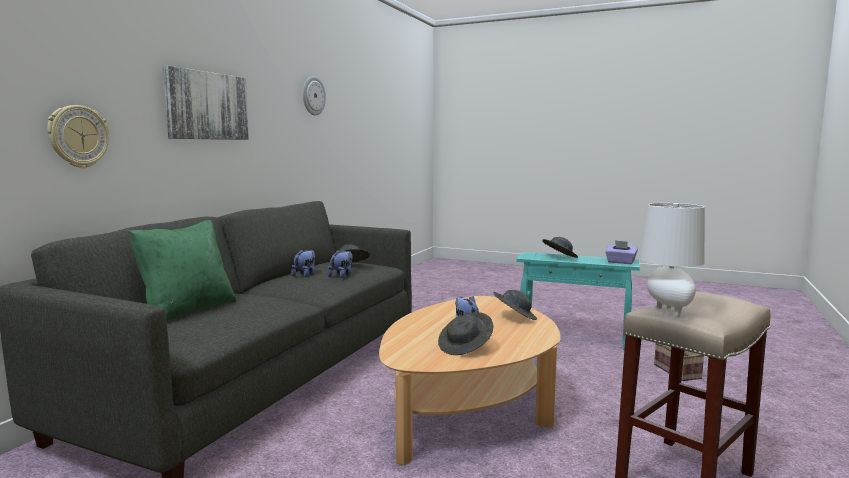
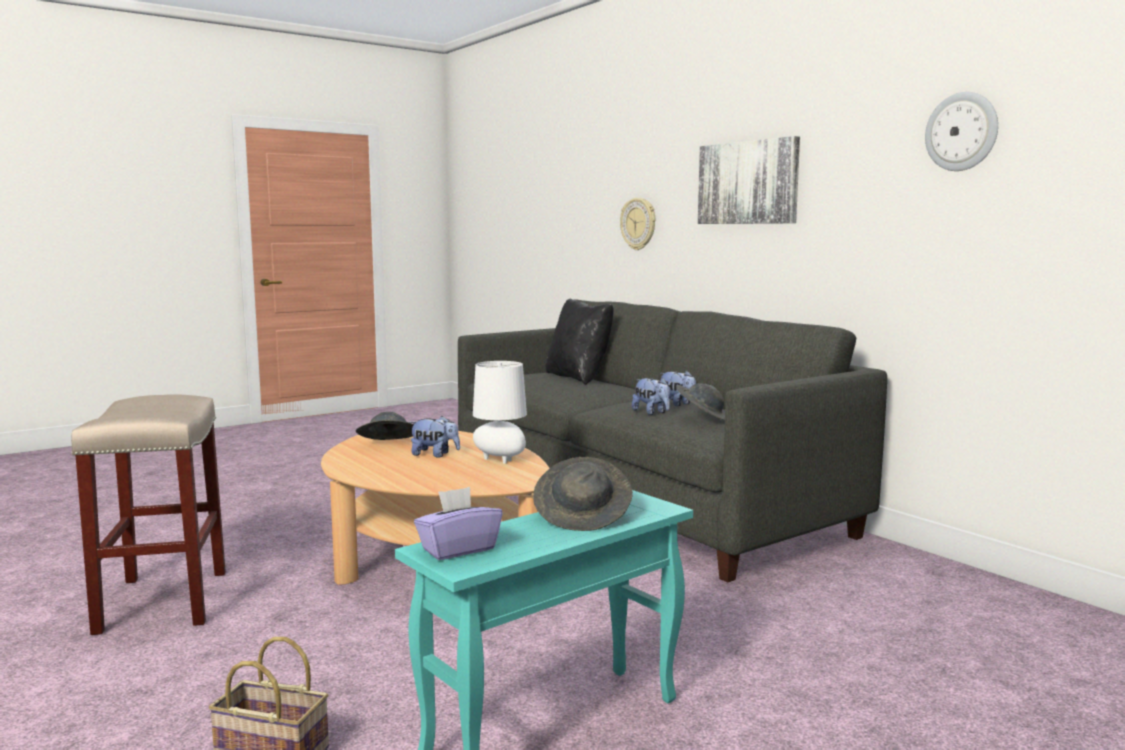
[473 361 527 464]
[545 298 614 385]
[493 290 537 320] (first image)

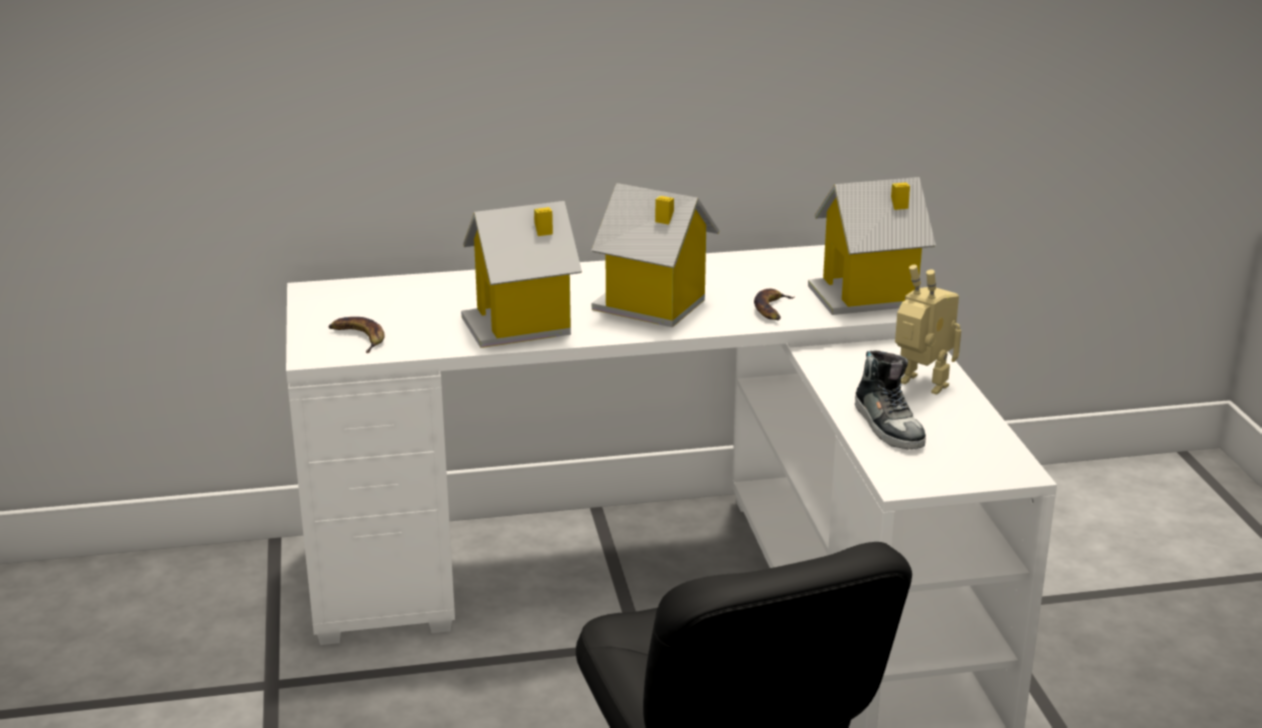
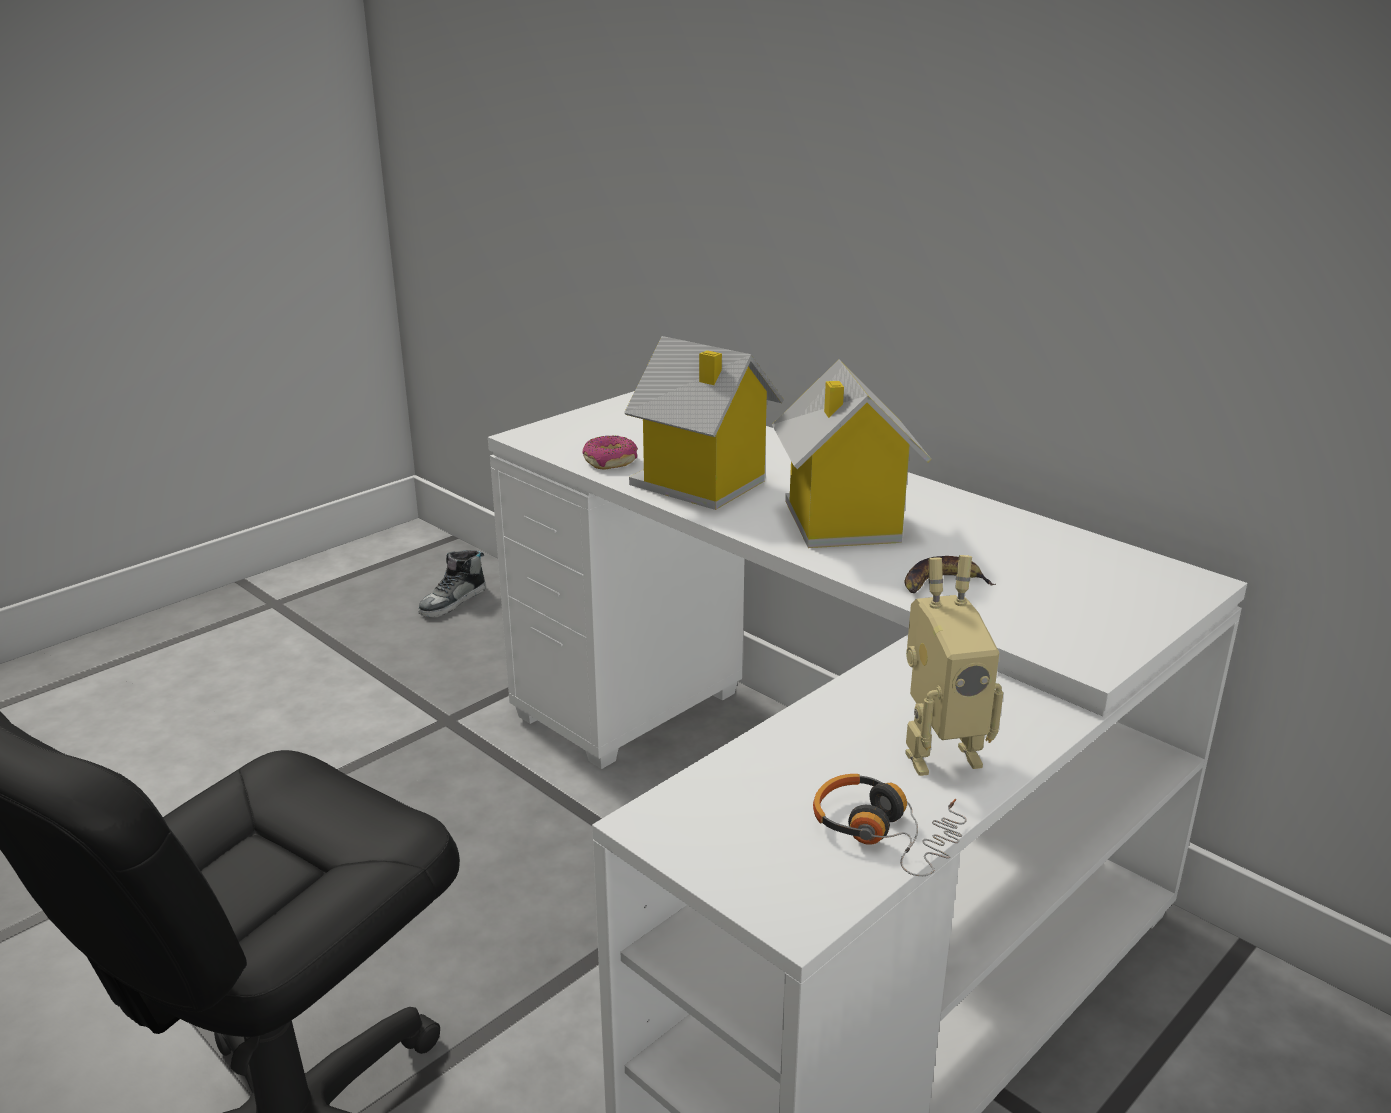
[808 177 936 315] (first image)
[905 555 1003 776]
[329 317 385 353] (first image)
[419 550 486 617]
[582 435 638 470]
[813 774 967 876]

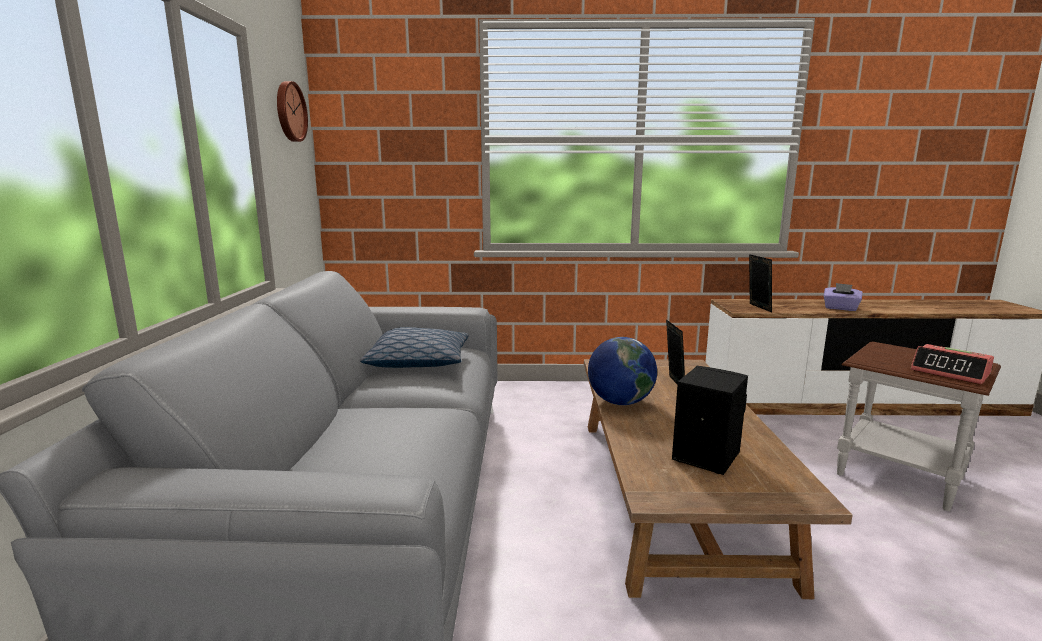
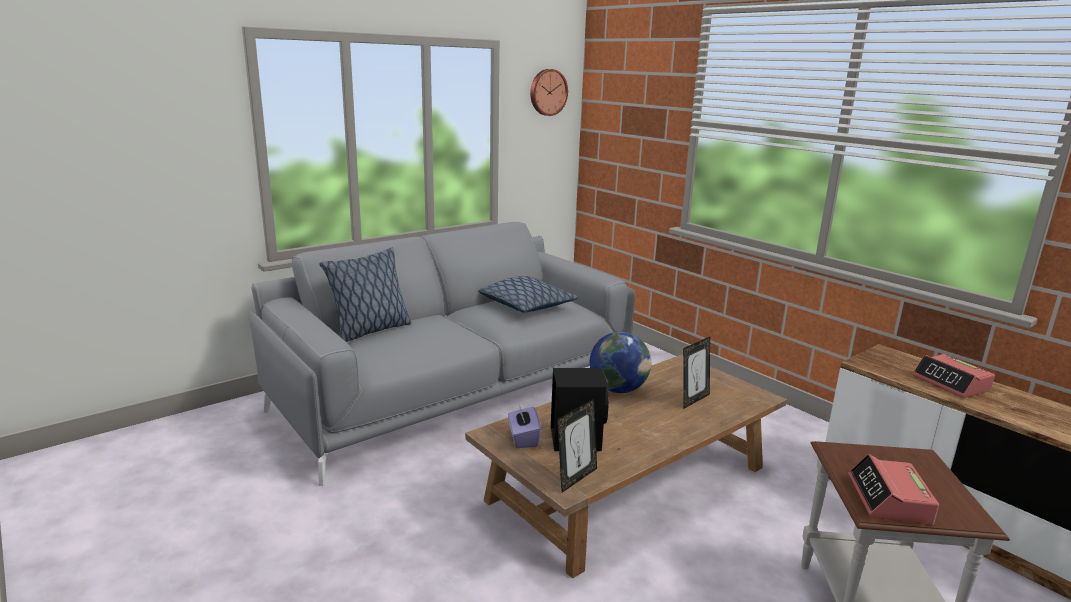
[557 399 597 493]
[508 404 541 448]
[319 248 412 342]
[913 354 995 398]

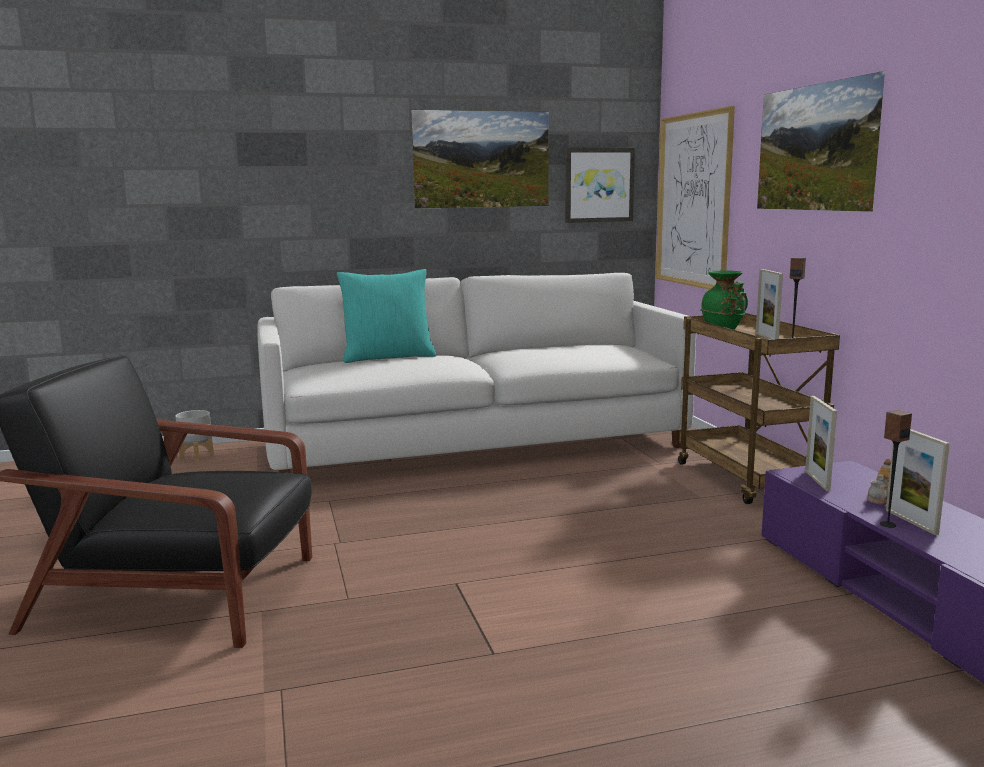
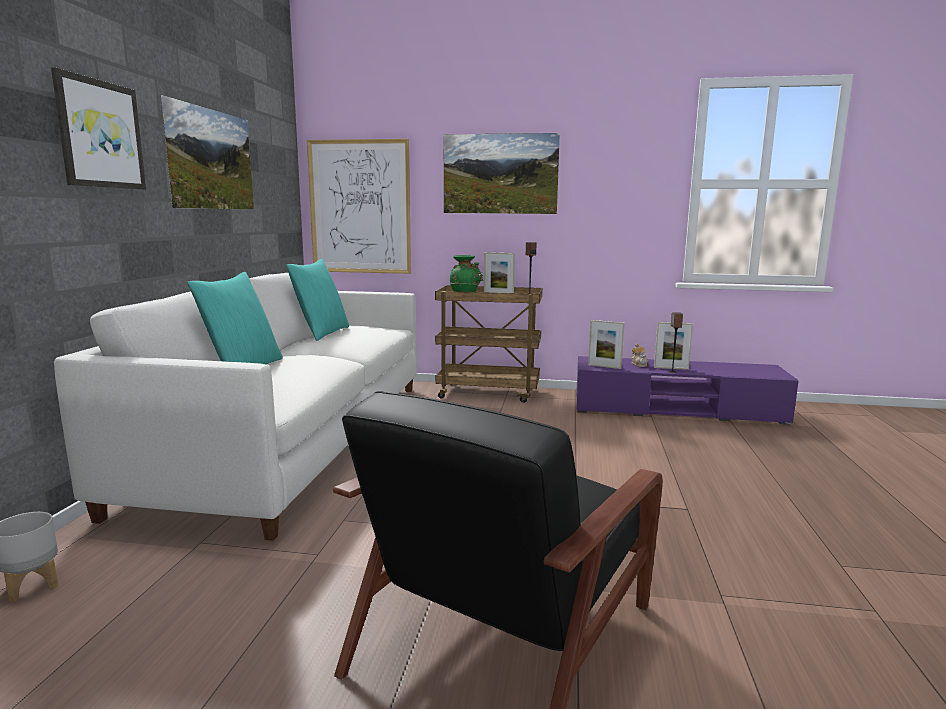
[51 67 146 190]
[286 259 349 341]

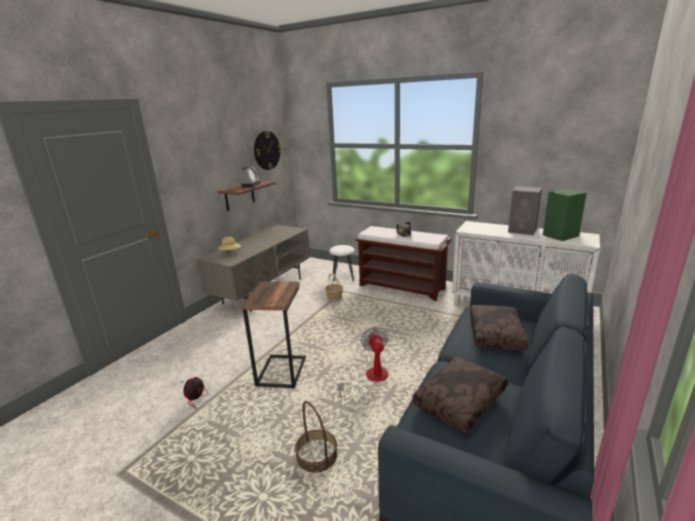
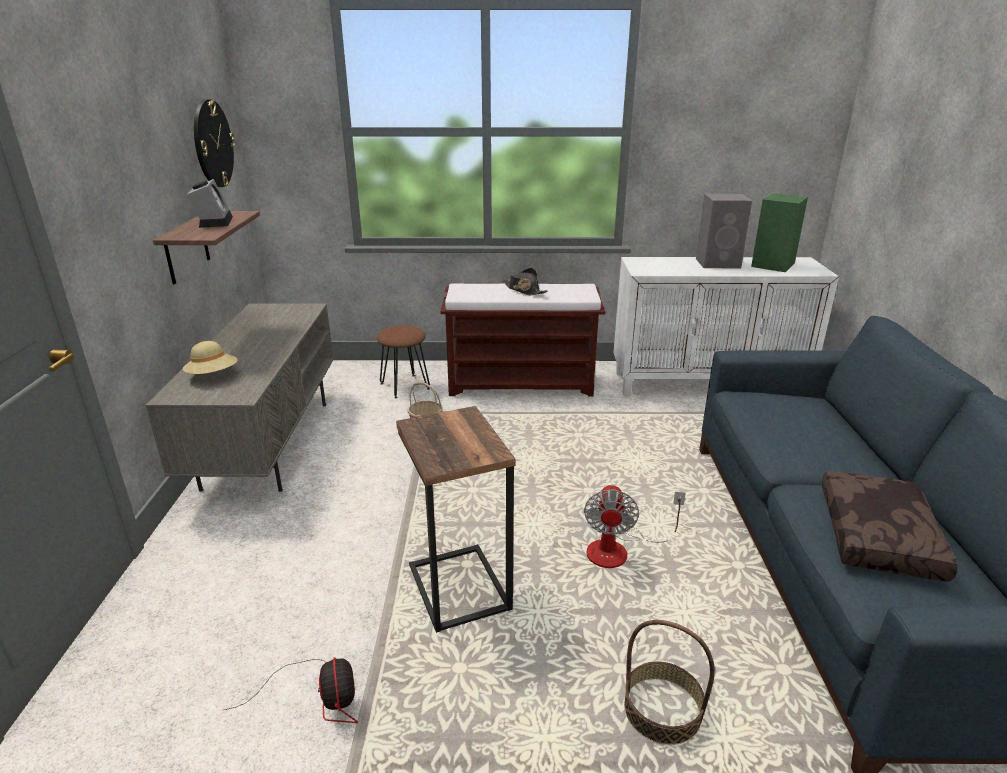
[377 325 430 398]
[470 305 528 350] (first image)
[584 484 685 568]

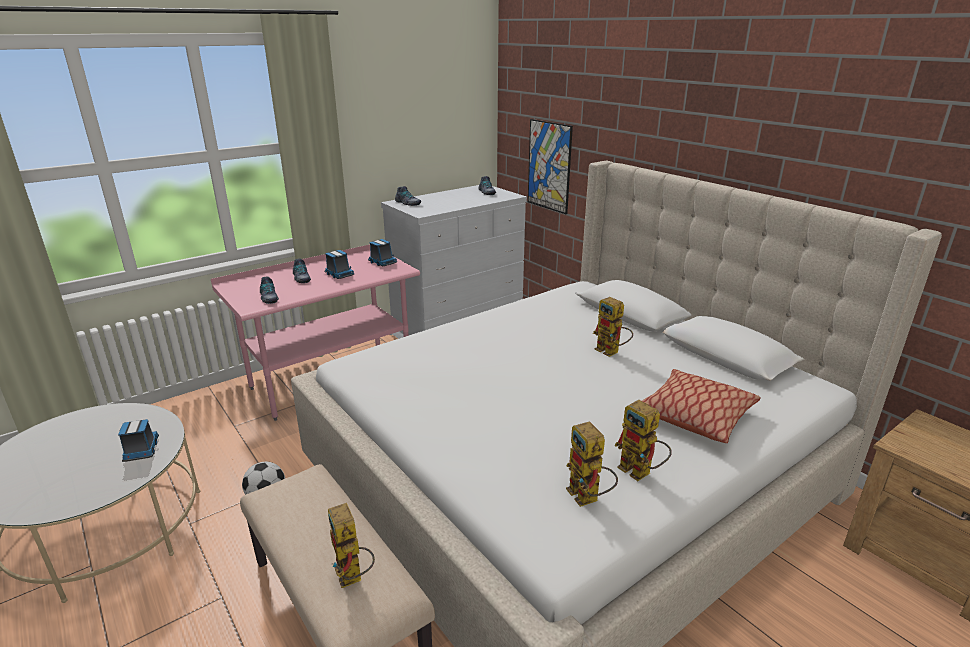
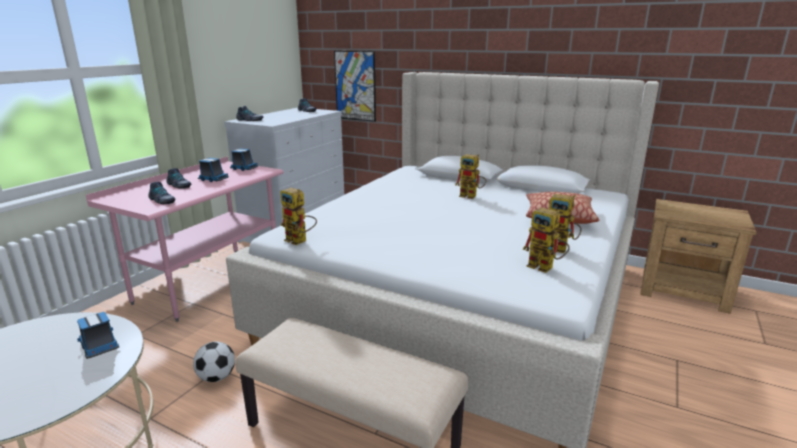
[280 188 317 245]

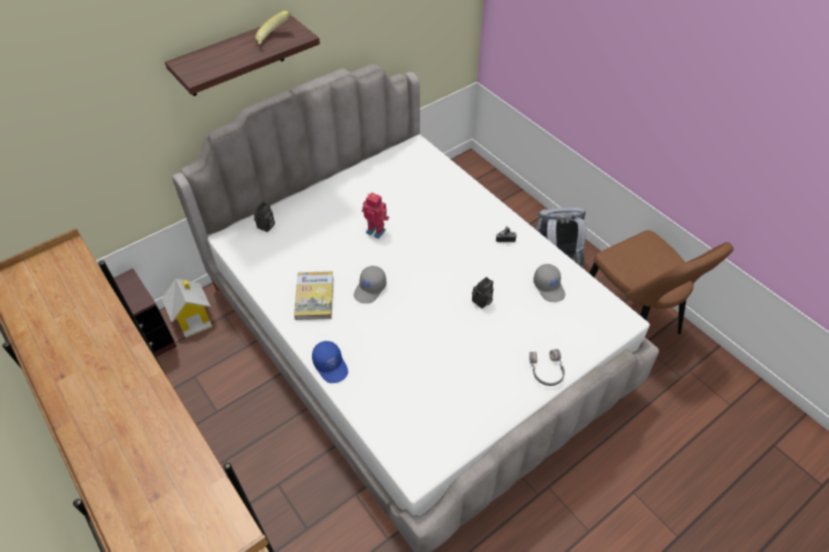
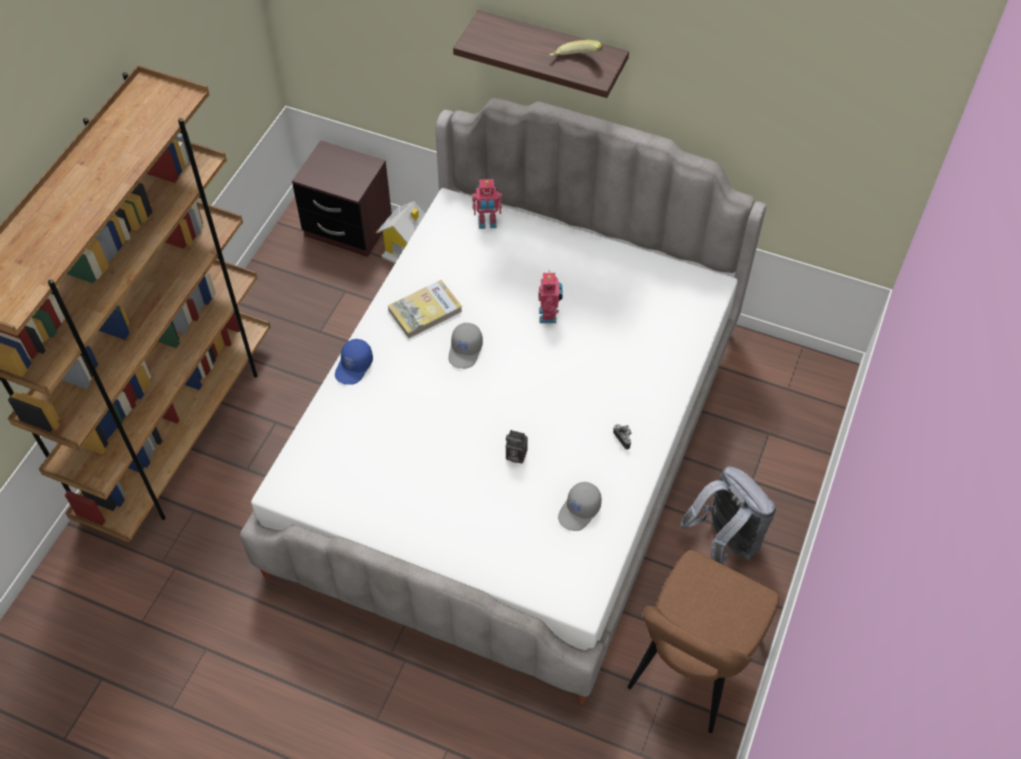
[472 179 502 229]
[449 323 483 369]
[529 349 565 386] (first image)

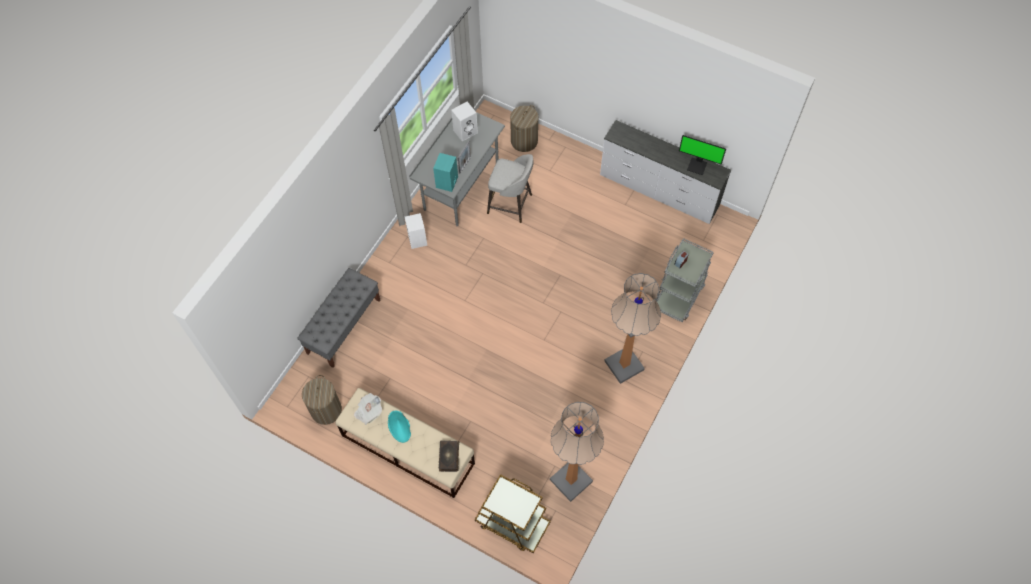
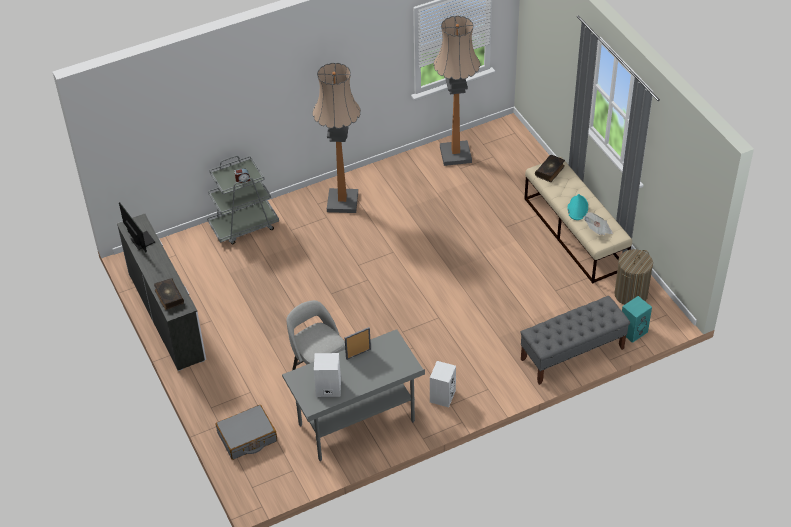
[215 405 277 460]
[622 296 652 343]
[475 474 551 553] (first image)
[154 278 184 310]

